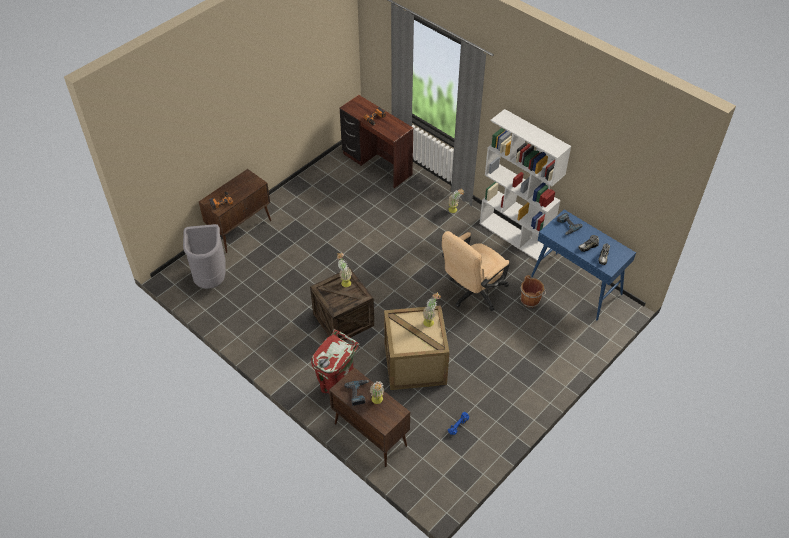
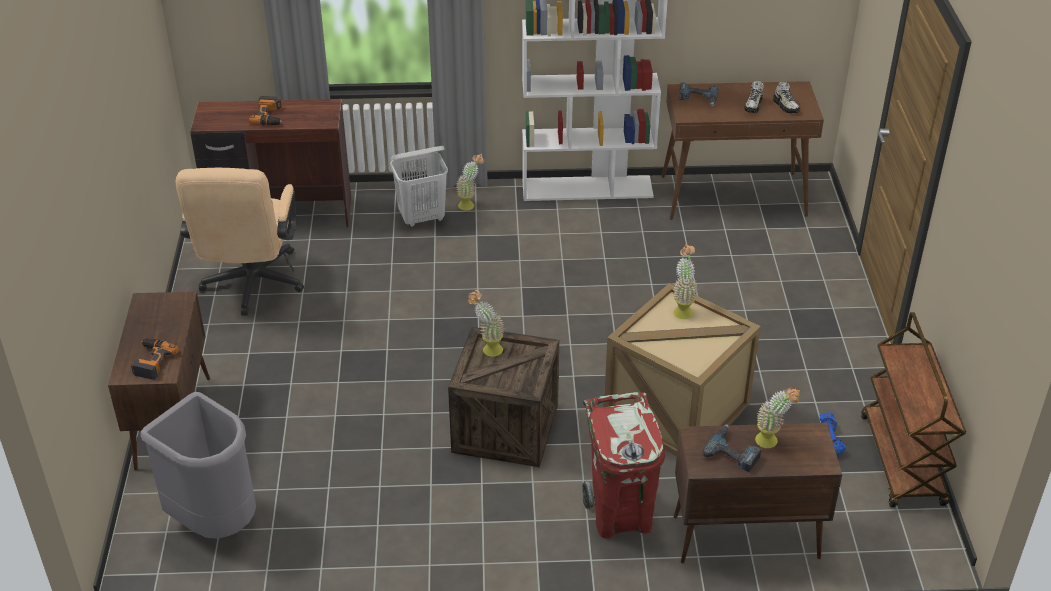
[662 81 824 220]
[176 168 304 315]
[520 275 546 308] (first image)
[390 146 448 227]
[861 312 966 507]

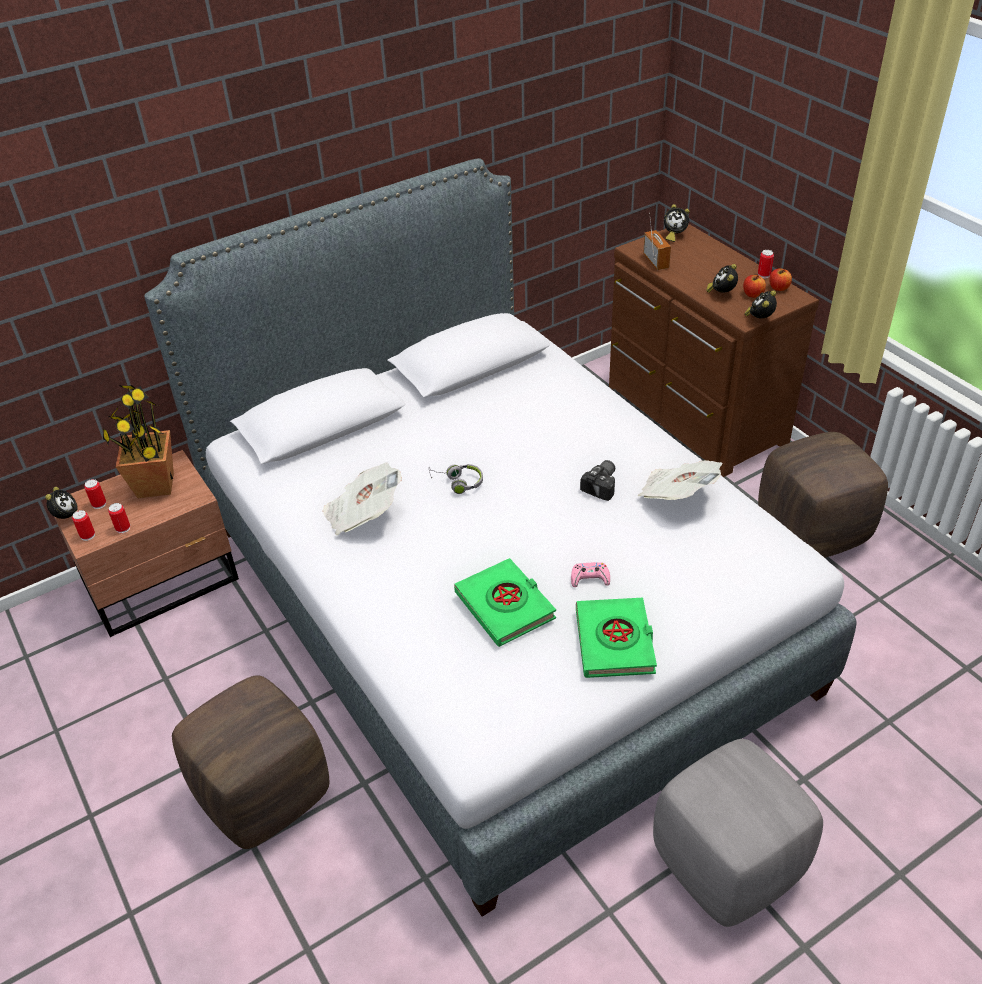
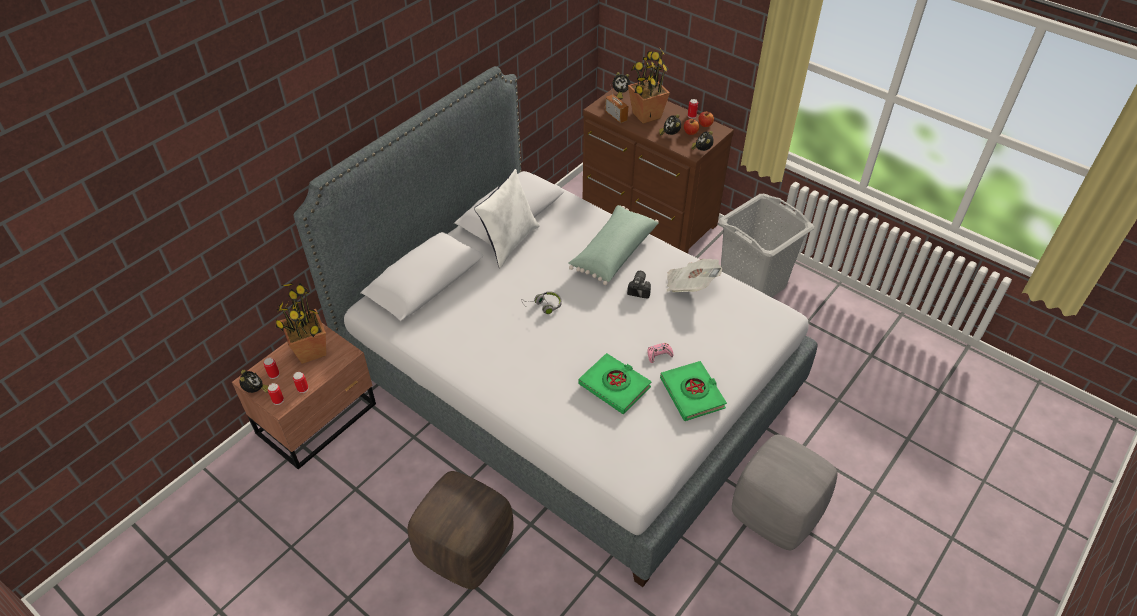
[718 194 814 298]
[322 462 402 535] (first image)
[628 48 670 124]
[474 169 540 268]
[568 205 658 285]

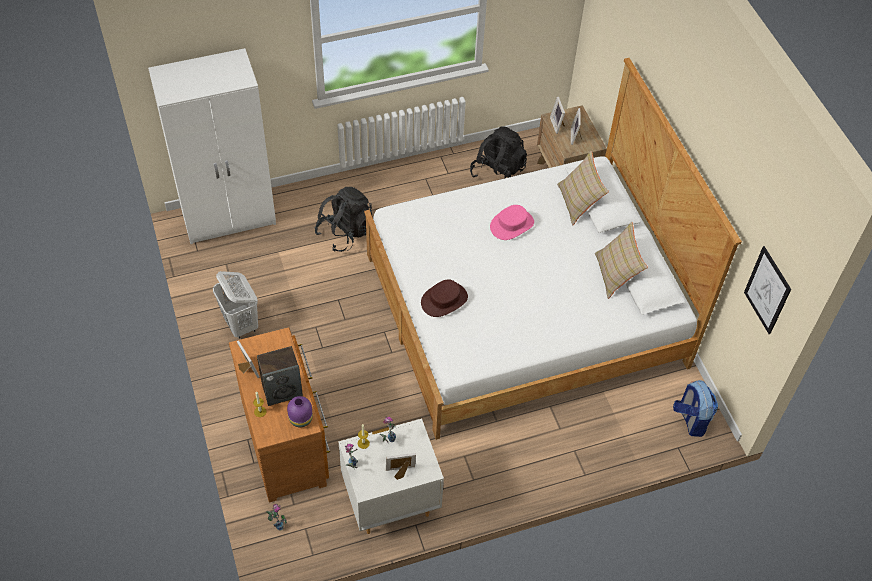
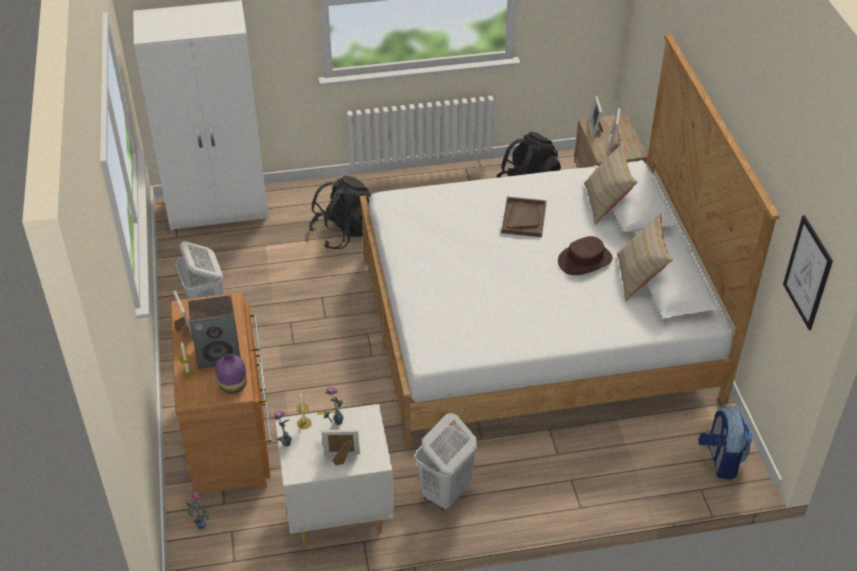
[501 197 547 237]
[558 236 613 275]
[415 413 477 511]

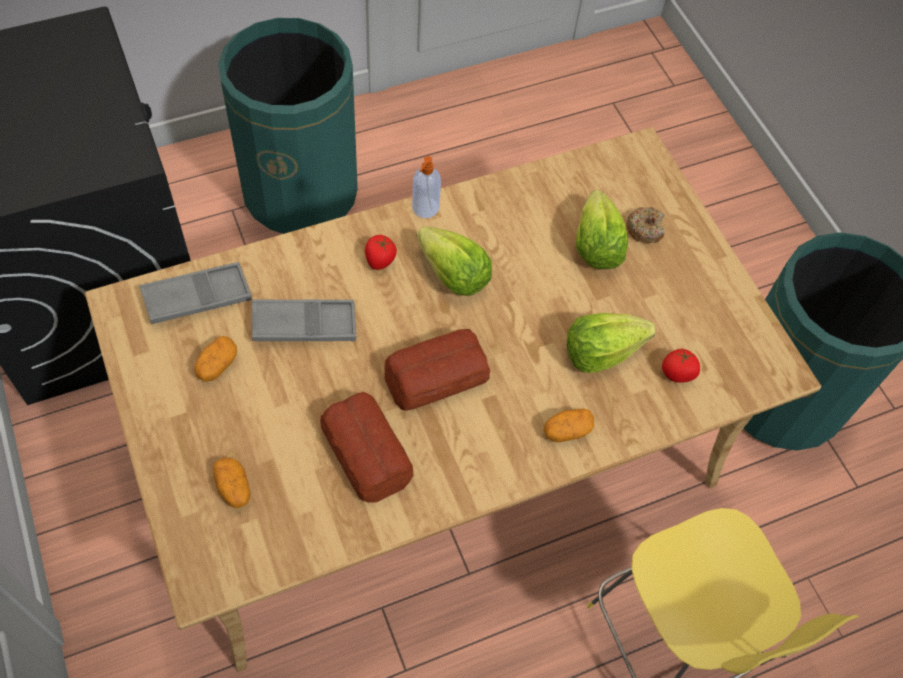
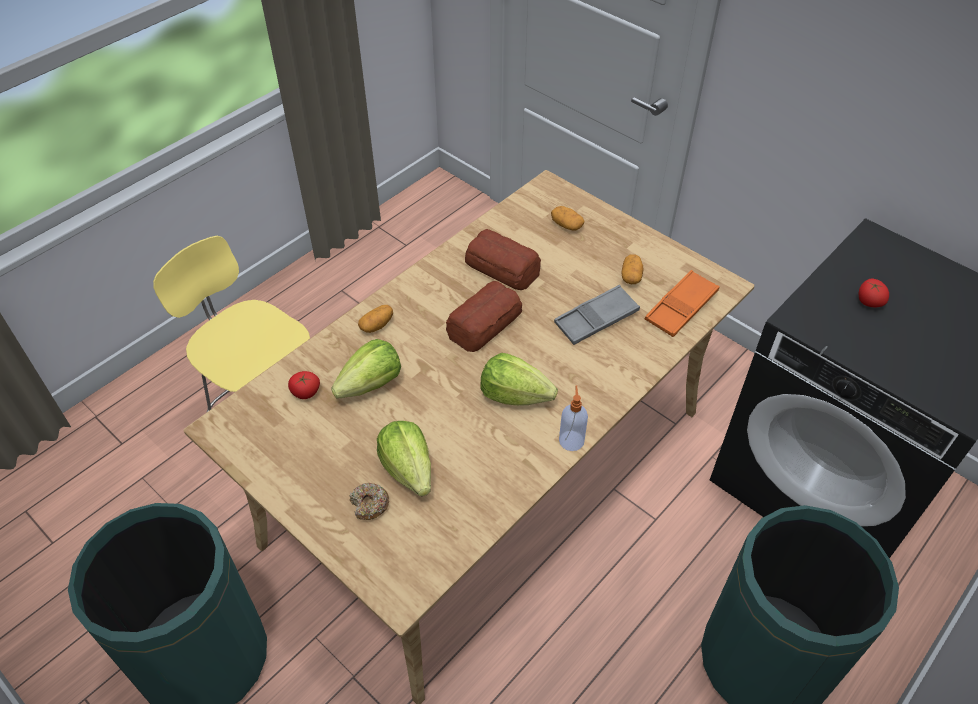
[859 278 889 307]
[645 270 720 337]

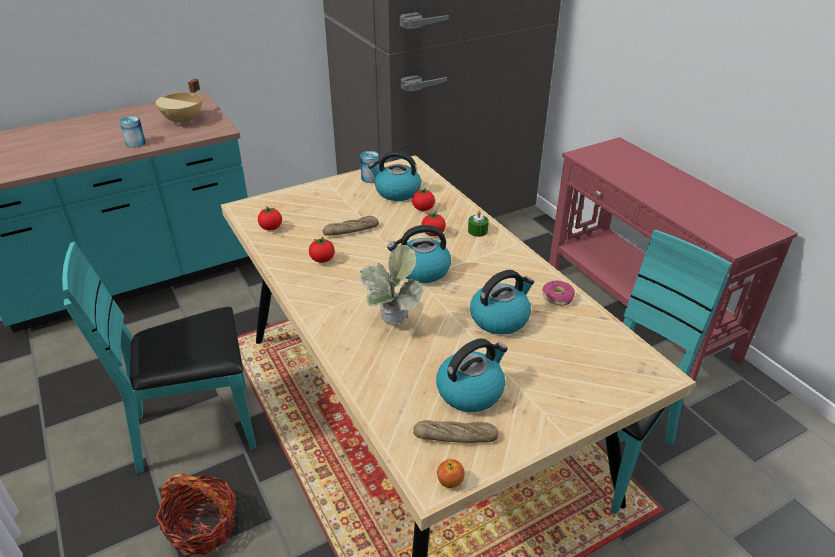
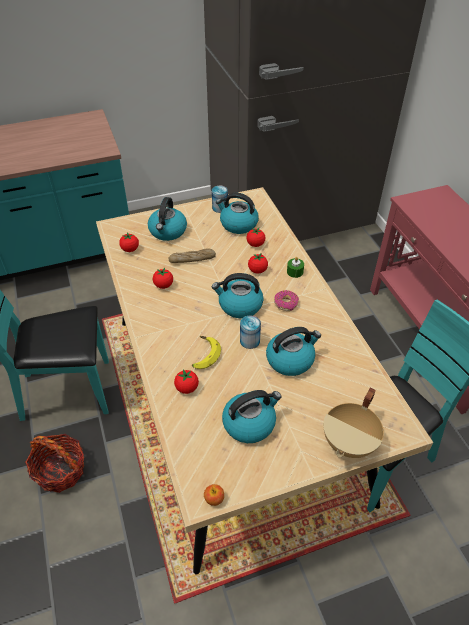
[323 388 384 458]
[240 316 261 349]
[192 336 221 369]
[274 290 299 311]
[413 420 498 443] (first image)
[148 197 187 241]
[174 370 199 394]

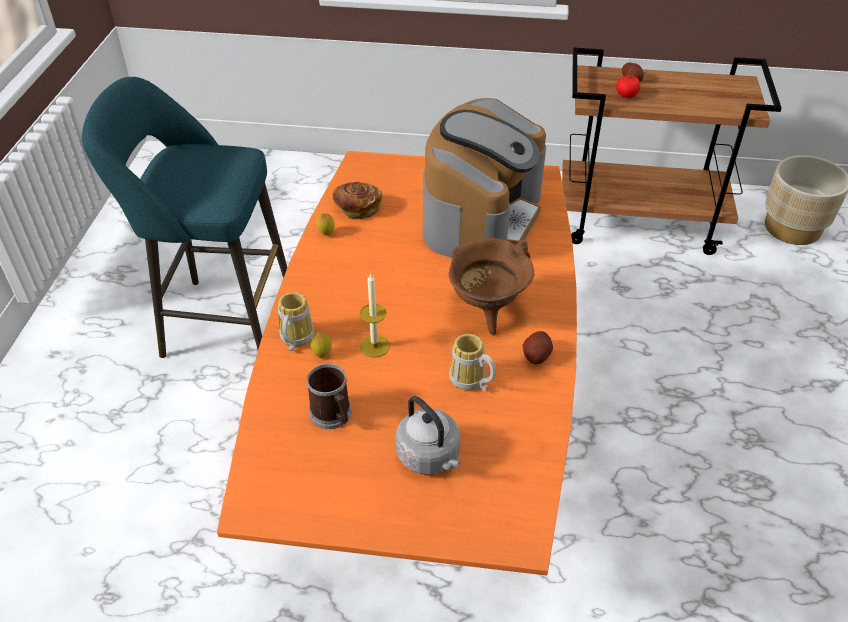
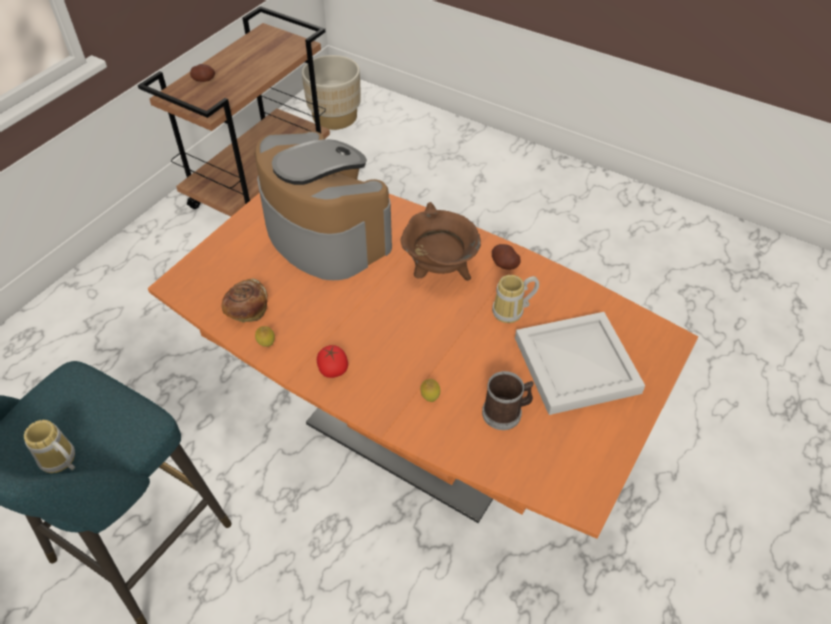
[317 345 348 378]
[360 273 390 358] (first image)
[24 420 75 473]
[515 312 645 415]

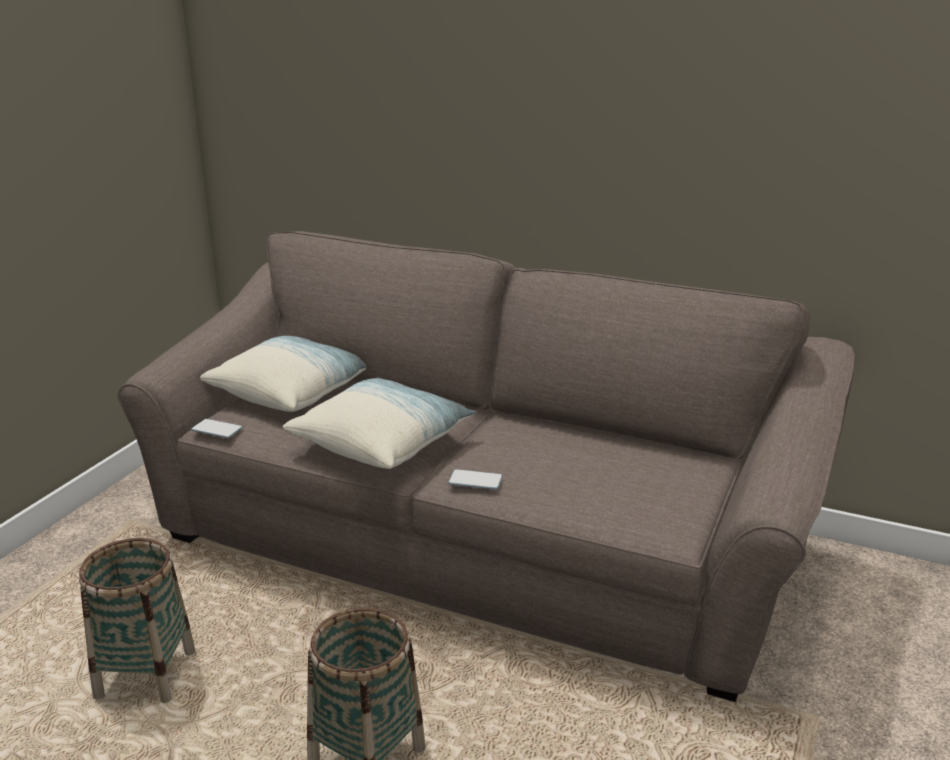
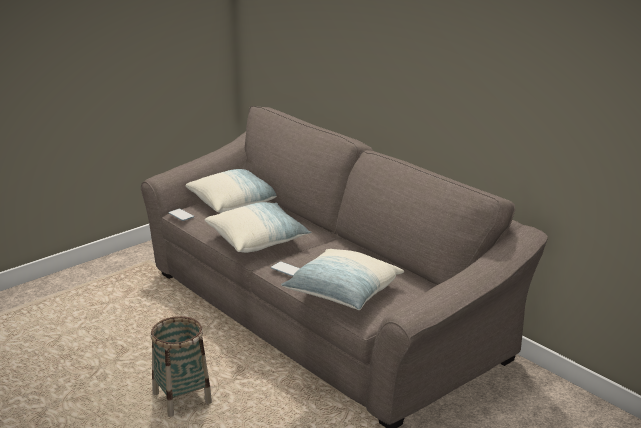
[79 538 195 703] (first image)
[281 249 404 310]

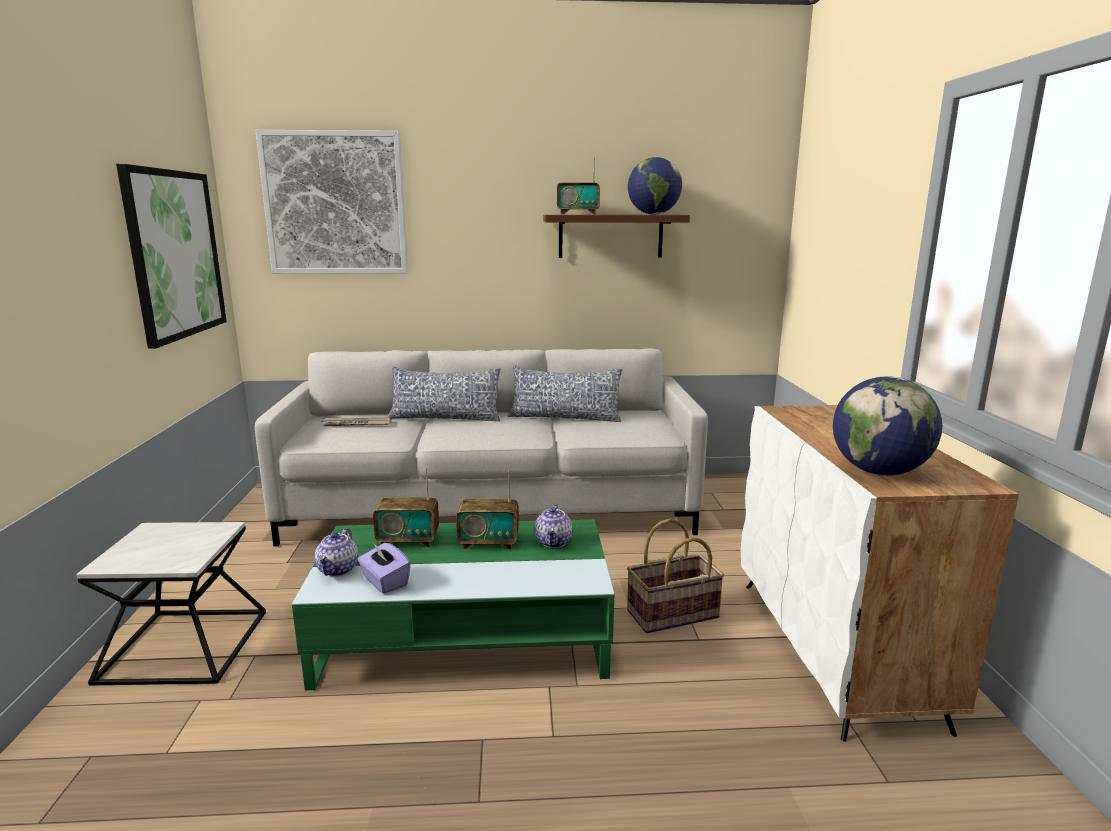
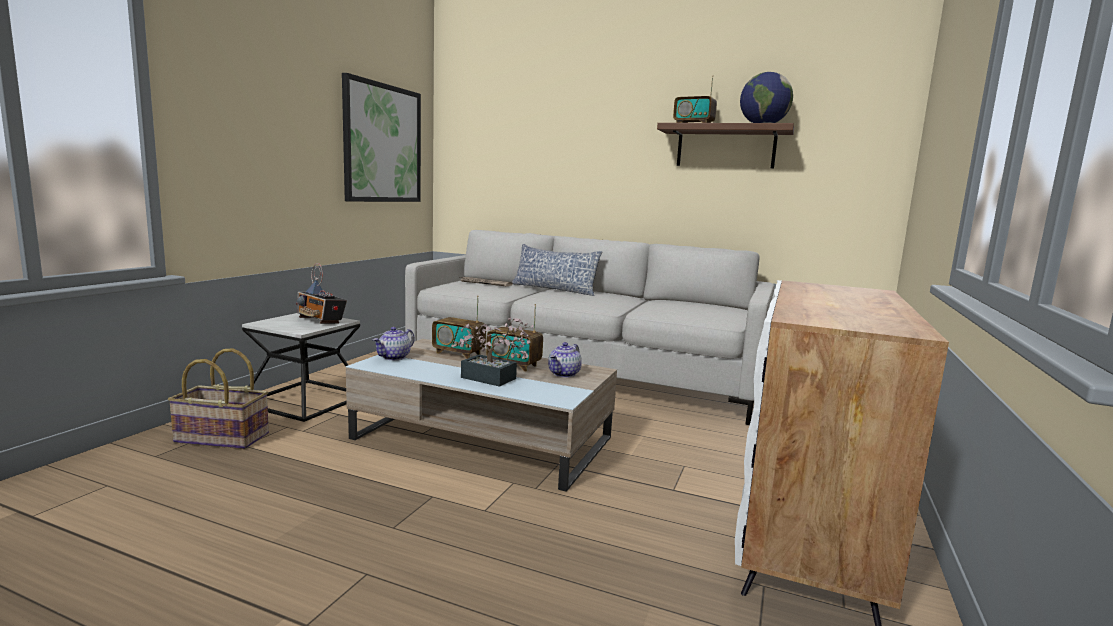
[255 130 408 274] (first image)
[507 365 623 422] (first image)
[833 376 942 475] (first image)
[168 348 269 449]
[346 339 617 492]
[358 543 411 594] (first image)
[296 263 347 324]
[451 317 534 387]

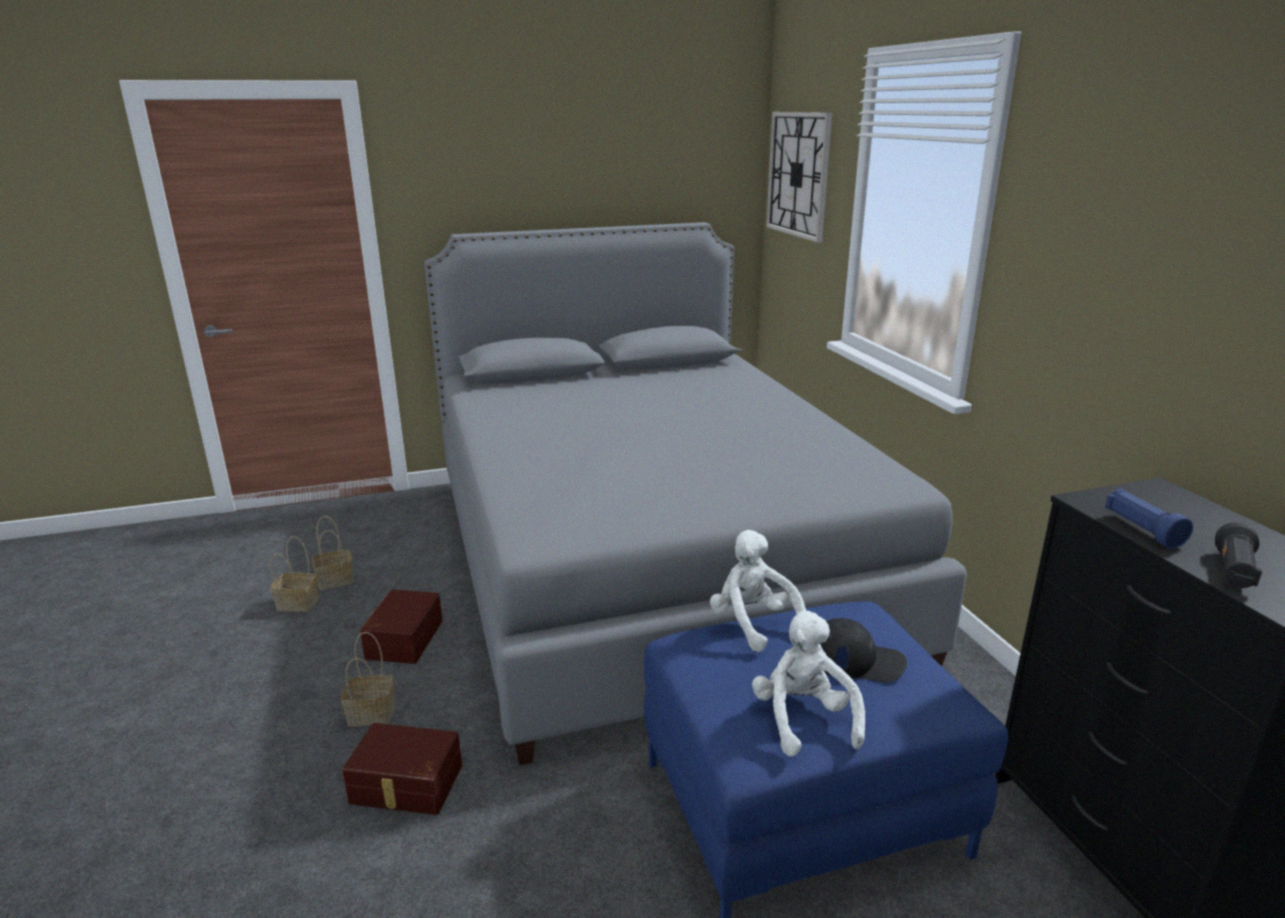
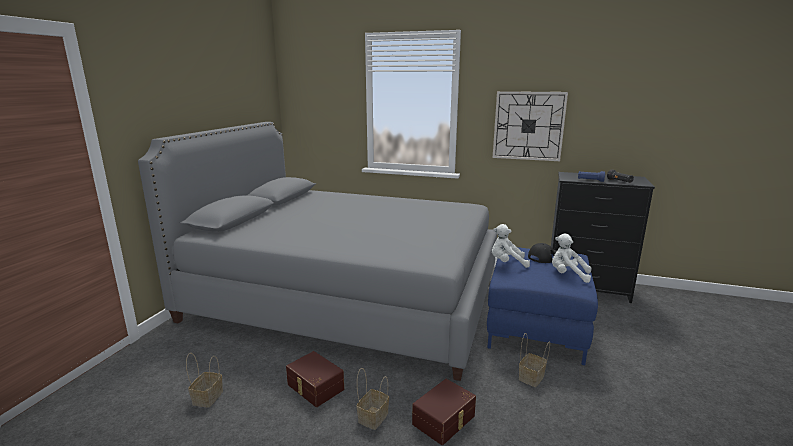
[493 91 568 161]
[519 333 550 387]

